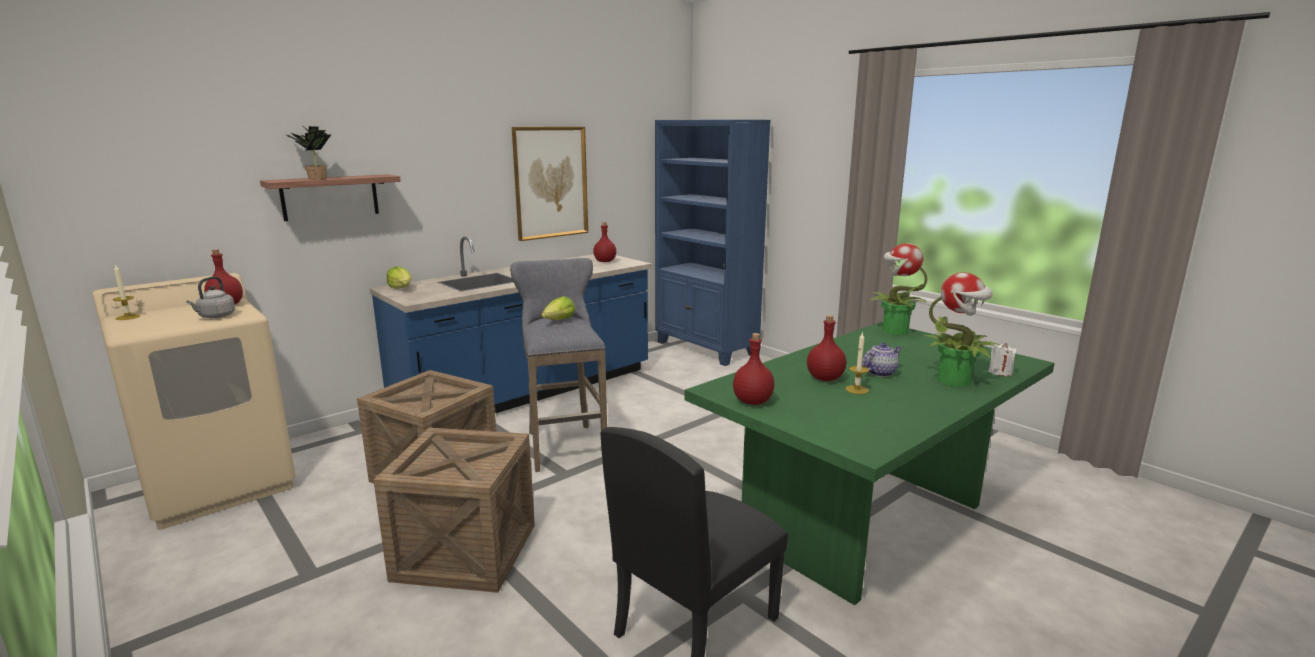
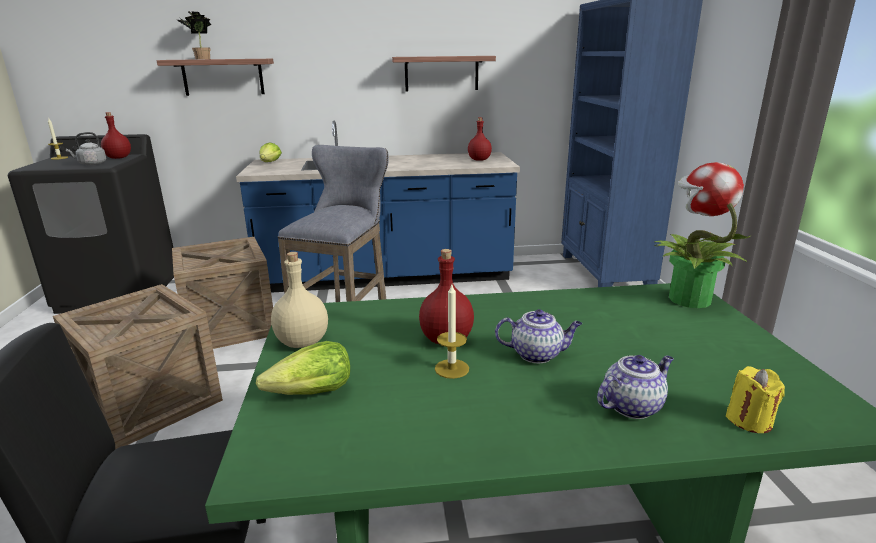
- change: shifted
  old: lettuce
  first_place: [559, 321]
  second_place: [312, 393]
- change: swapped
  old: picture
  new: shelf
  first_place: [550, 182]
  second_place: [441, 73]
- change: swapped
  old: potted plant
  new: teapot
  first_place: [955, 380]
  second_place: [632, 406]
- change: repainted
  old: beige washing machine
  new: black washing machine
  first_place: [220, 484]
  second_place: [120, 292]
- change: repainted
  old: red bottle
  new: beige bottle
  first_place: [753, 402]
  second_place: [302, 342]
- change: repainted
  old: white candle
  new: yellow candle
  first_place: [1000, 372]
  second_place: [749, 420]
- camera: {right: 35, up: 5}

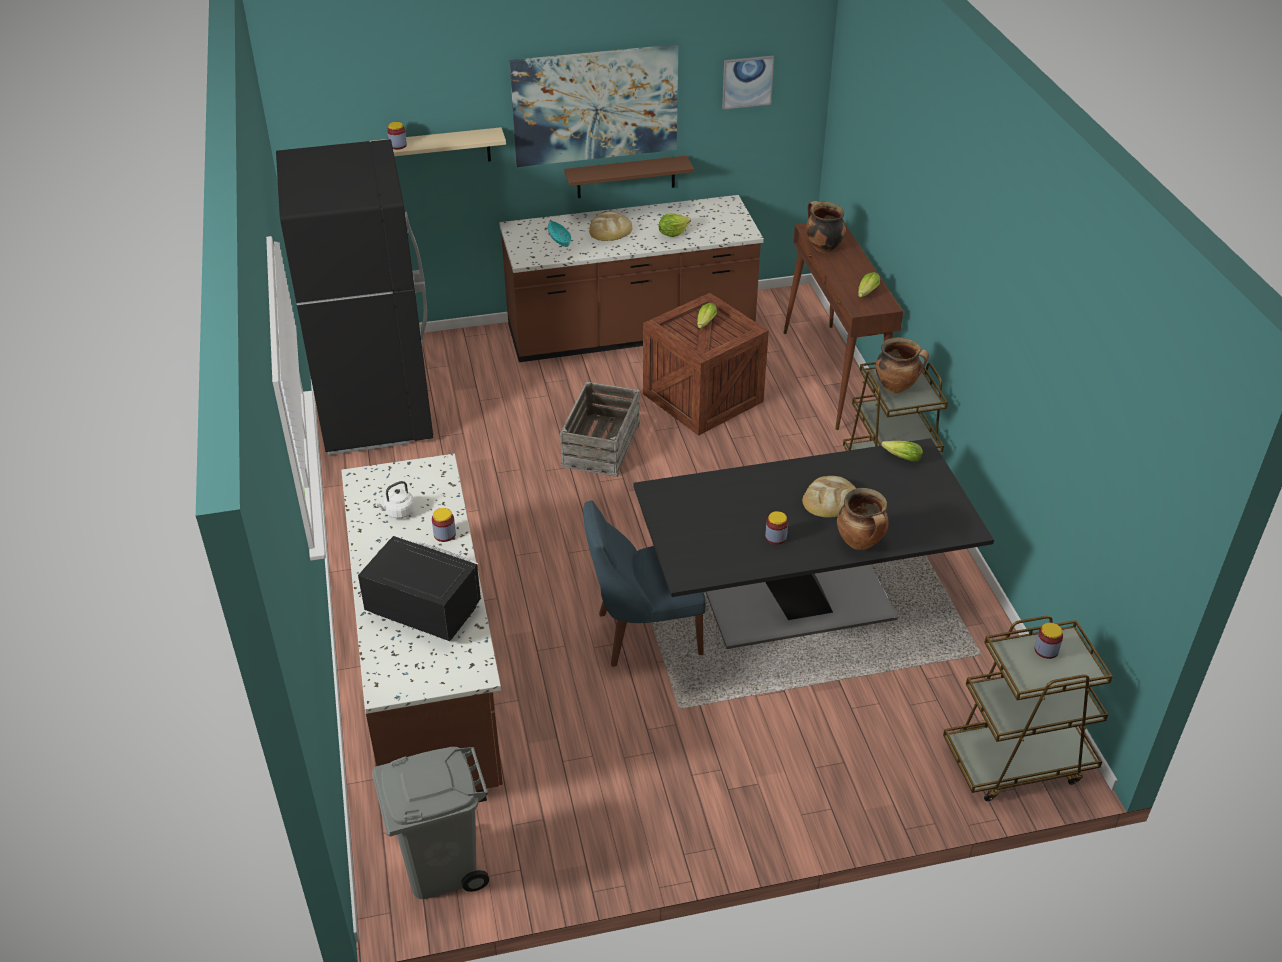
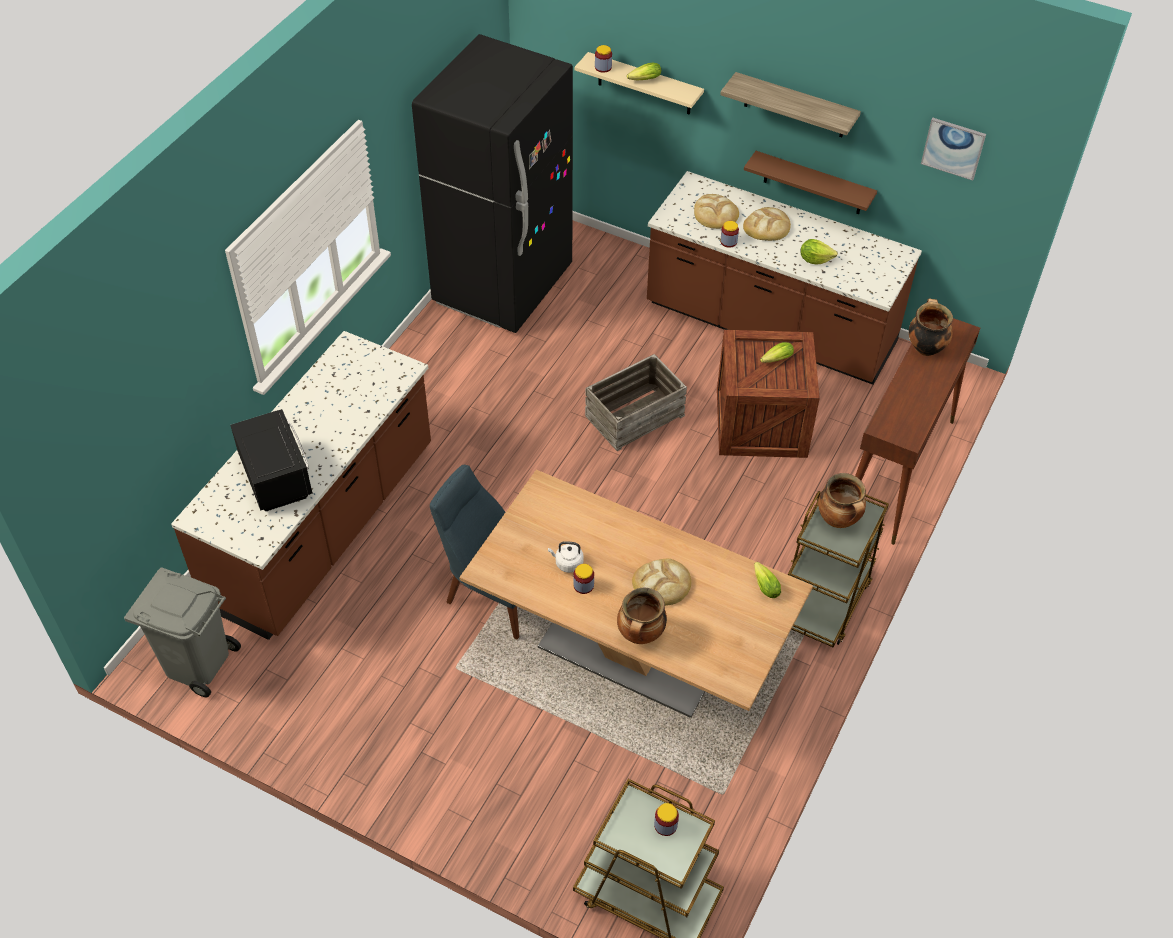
- change: shifted
  old: white kettle
  first_place: [398, 512]
  second_place: [567, 563]
- change: shifted
  old: jar
  first_place: [444, 534]
  second_place: [728, 242]
- change: shifted
  old: lettuce
  first_place: [866, 294]
  second_place: [643, 80]
- change: swapped
  old: picture
  new: shelf
  first_place: [595, 105]
  second_place: [795, 106]
- change: swapped
  old: turquoise bowl
  new: bread
  first_place: [559, 239]
  second_place: [715, 214]
- change: repainted
  old: black dining table
  new: beige dining table
  first_place: [799, 605]
  second_place: [631, 651]
- camera: {right: 40, up: 10}

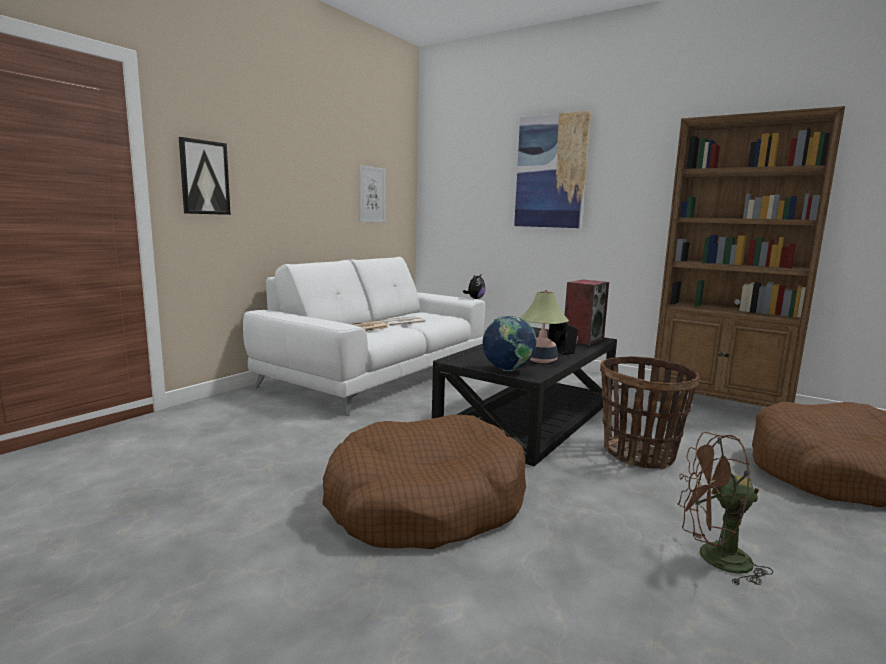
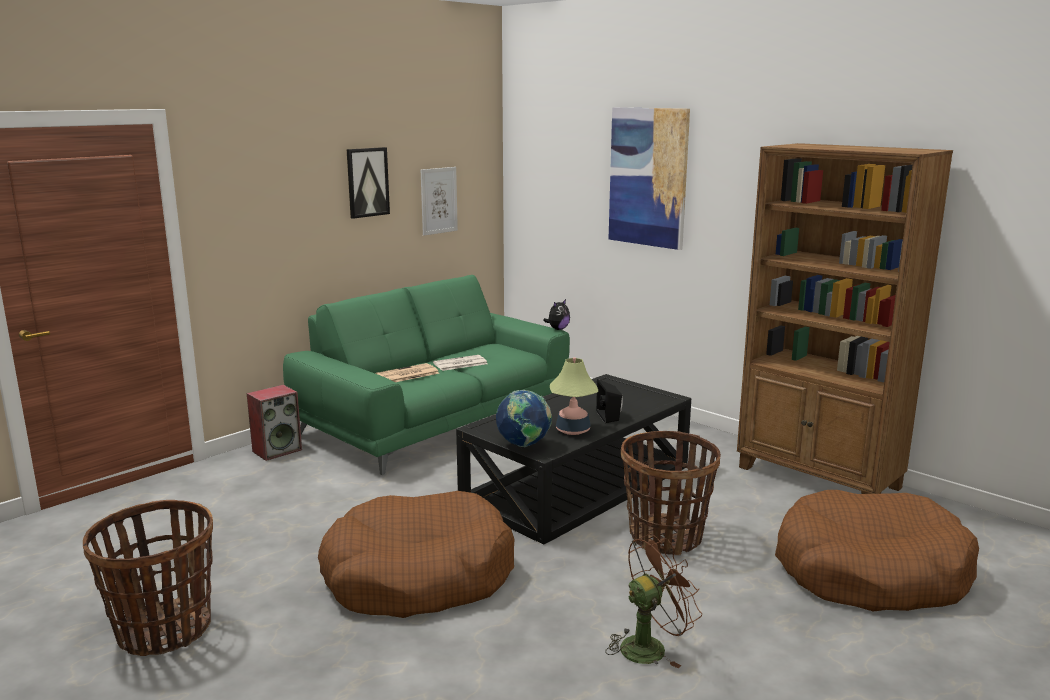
- change: new
  new: basket
  second_place: [163, 631]
- change: shifted
  old: picture
  first_place: [204, 177]
  second_place: [367, 182]
- change: shifted
  old: speaker
  first_place: [583, 339]
  second_place: [277, 450]
- change: repainted
  old: white sofa
  new: green sofa
  first_place: [377, 374]
  second_place: [436, 419]
- change: rotated
  old: brown fan
  first_place: [713, 559]
  second_place: [650, 646]
  degrees: 135
- camera: {right: 10, up: 5}

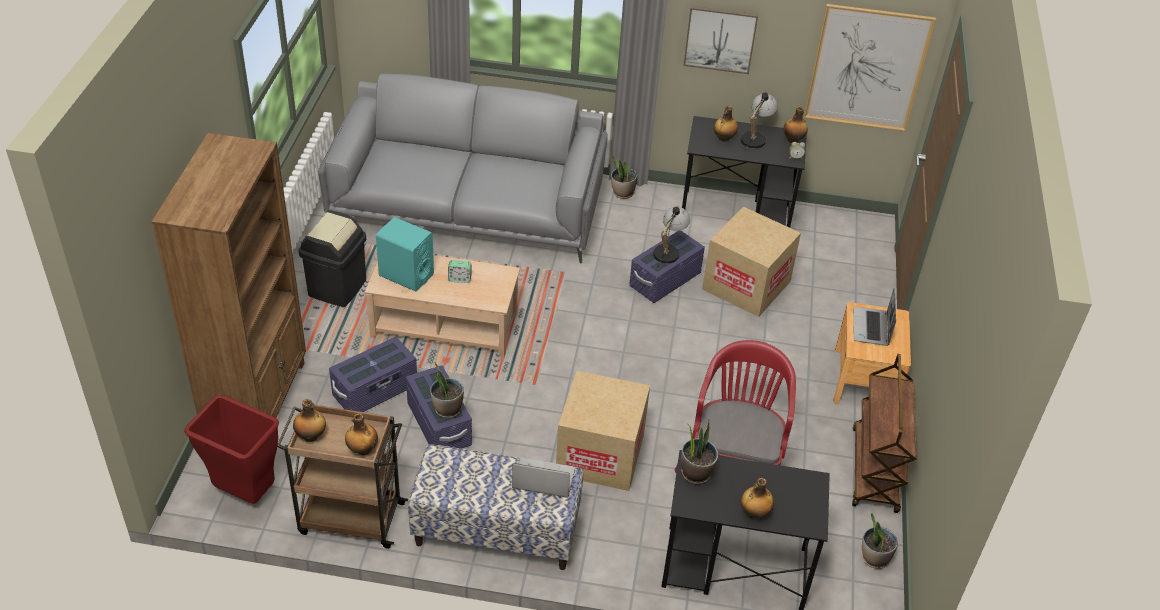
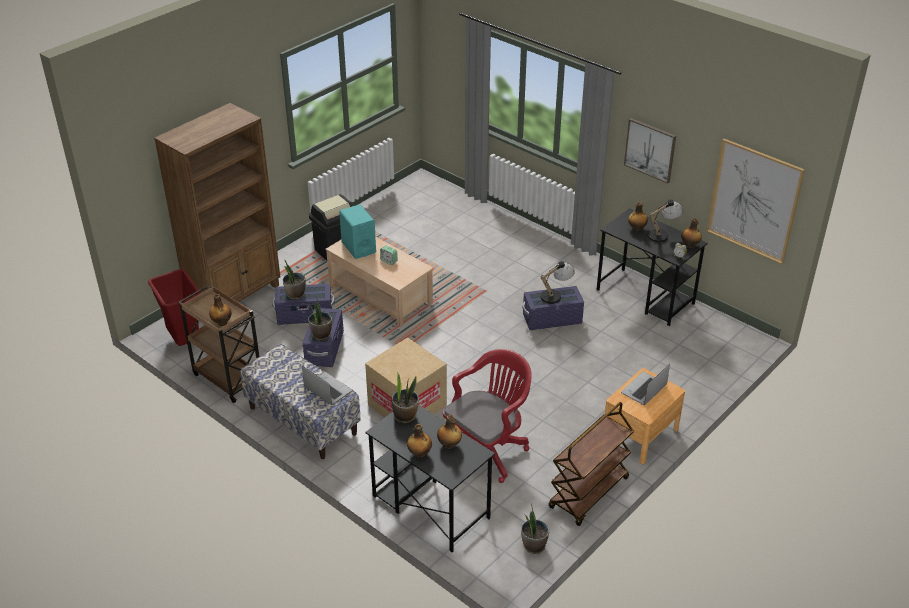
- change: gone
  old: grey sofa
  first_place: [468, 207]
- change: gone
  old: cardboard box
  first_place: [746, 285]
- change: shifted
  old: bottle
  first_place: [311, 436]
  second_place: [449, 445]
- change: shifted
  old: potted plant
  first_place: [622, 193]
  second_place: [295, 294]
- camera: {right: 35, up: -5}

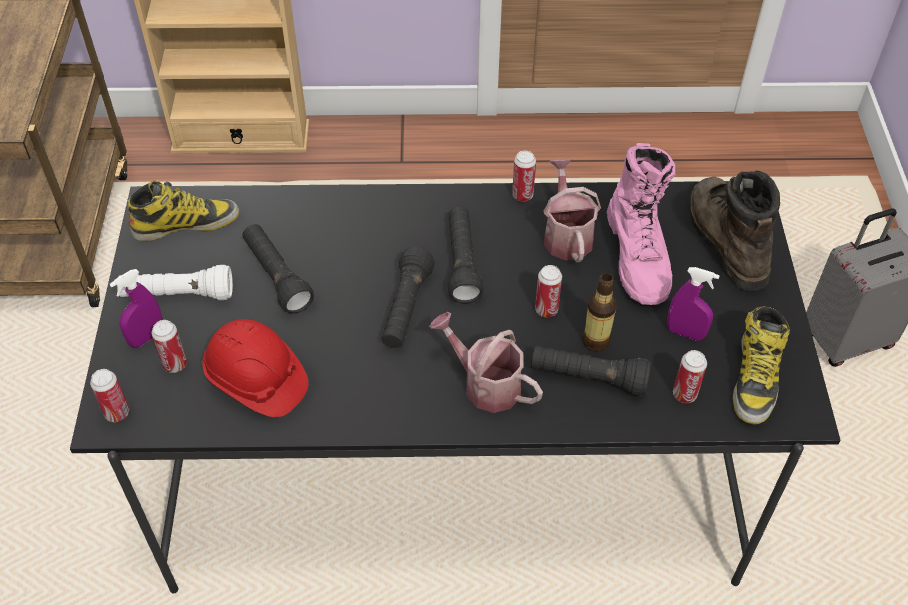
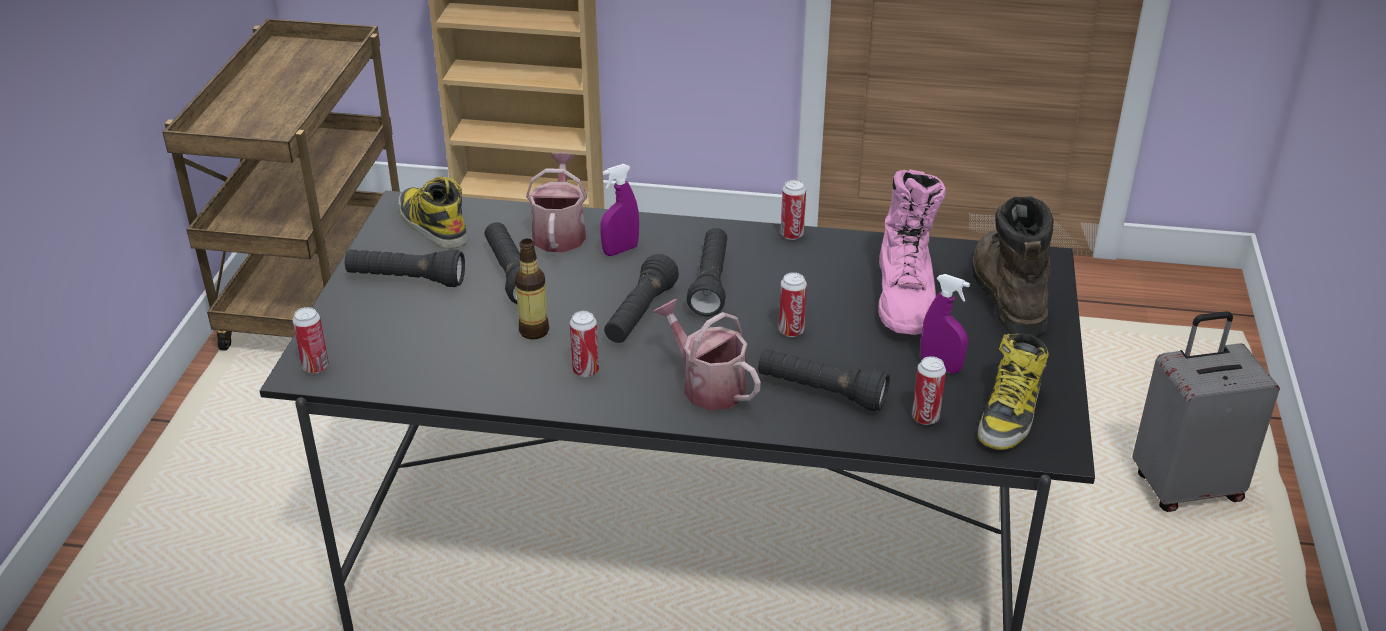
- change: gone
  old: red hard hat
  first_place: [256, 380]
- change: shifted
  old: purple spray bottle
  first_place: [147, 337]
  second_place: [620, 250]
- change: shifted
  old: can
  first_place: [175, 364]
  second_place: [585, 371]
- change: shifted
  old: watering can
  first_place: [566, 234]
  second_place: [560, 232]
- change: shifted
  old: bottle
  first_place: [595, 341]
  second_place: [534, 331]
- change: repainted
  old: white flashlight
  new: black flashlight
  first_place: [178, 295]
  second_place: [406, 280]
- change: rotated
  old: boot
  first_place: [186, 223]
  second_place: [432, 224]
  degrees: -120
- camera: {right: 10, up: -15}

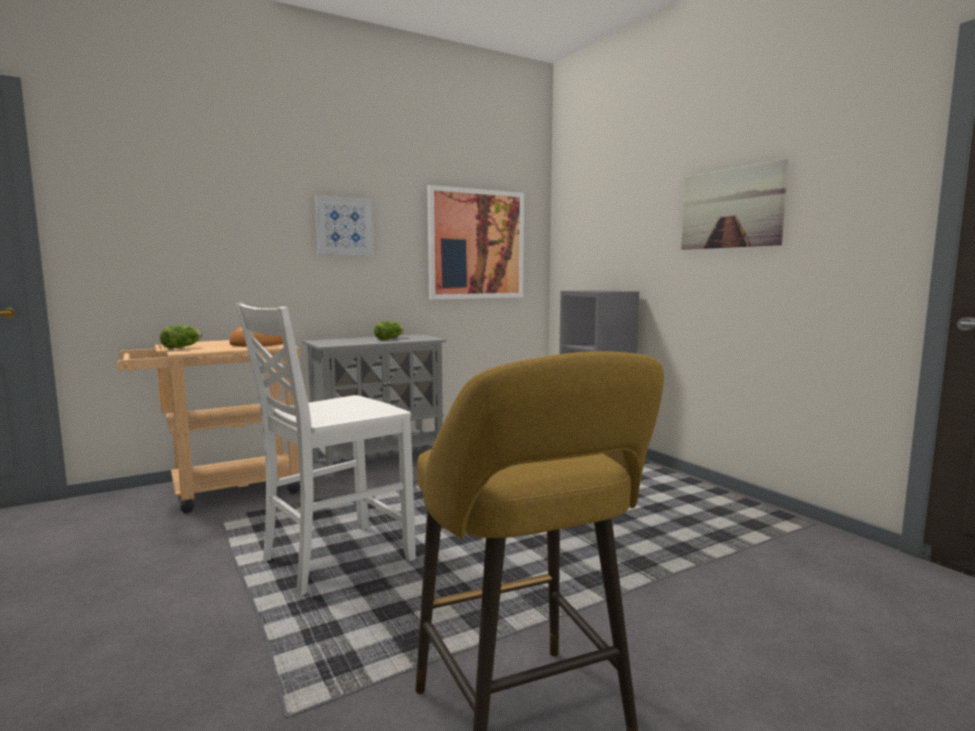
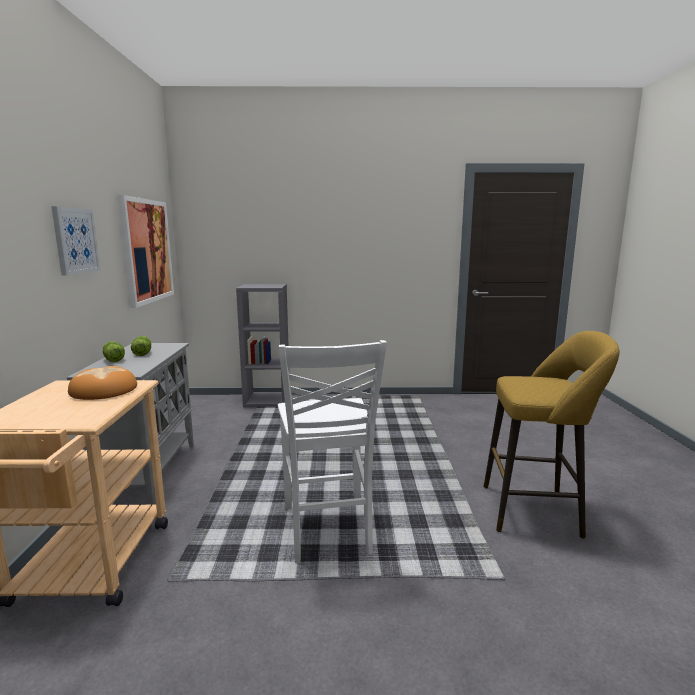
- change: gone
  old: picture
  first_place: [731, 208]
- change: shifted
  old: lettuce
  first_place: [183, 347]
  second_place: [113, 359]
- camera: {right: -60, up: 5}

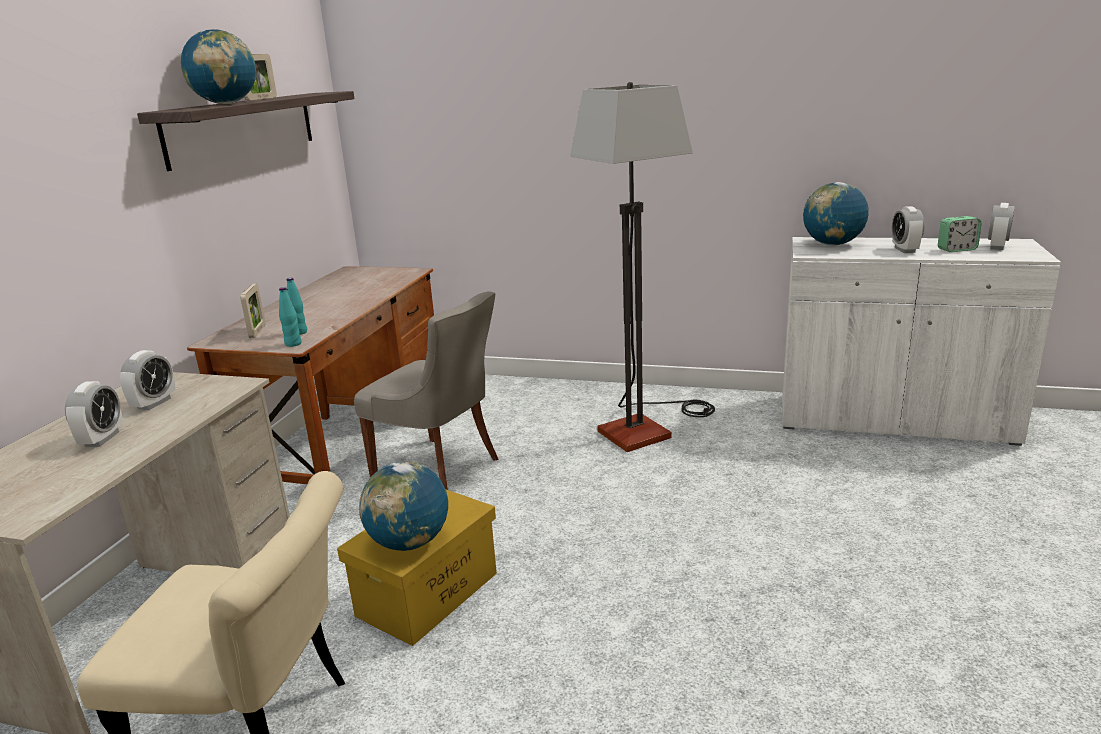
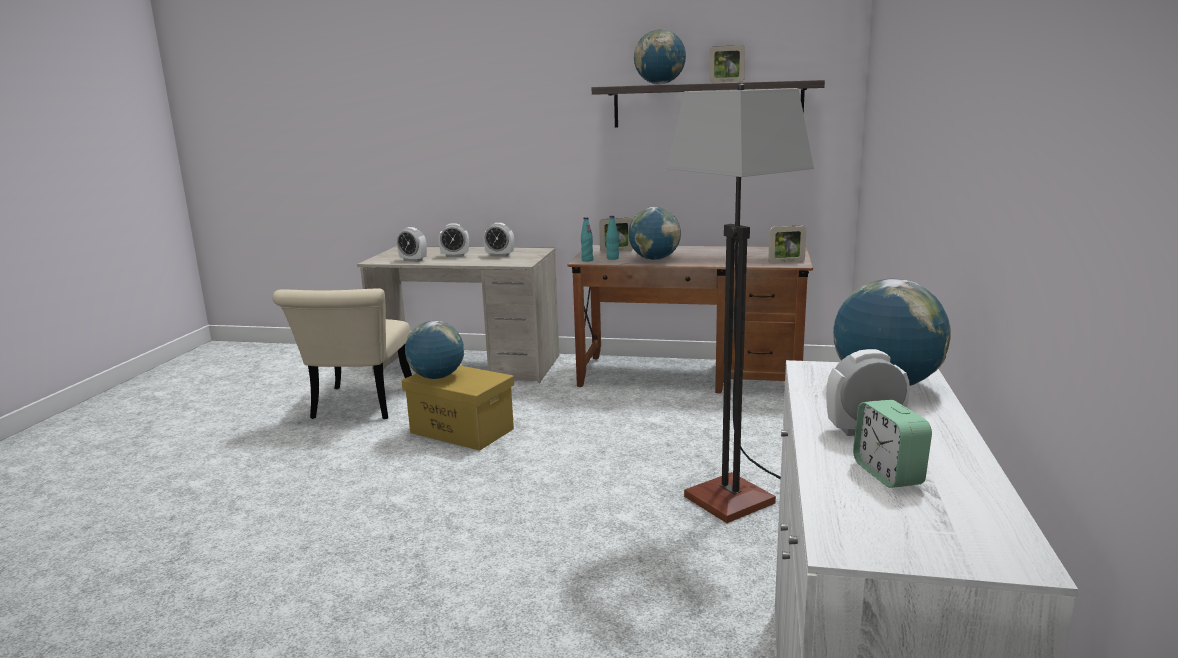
- change: gone
  old: grey chair
  first_place: [440, 469]
- change: new
  new: globe
  second_place: [654, 259]
- change: new
  new: picture frame
  second_place: [786, 262]
- change: shifted
  old: alarm clock
  first_place: [997, 247]
  second_place: [413, 260]
- camera: {right: 85, up: -5}

